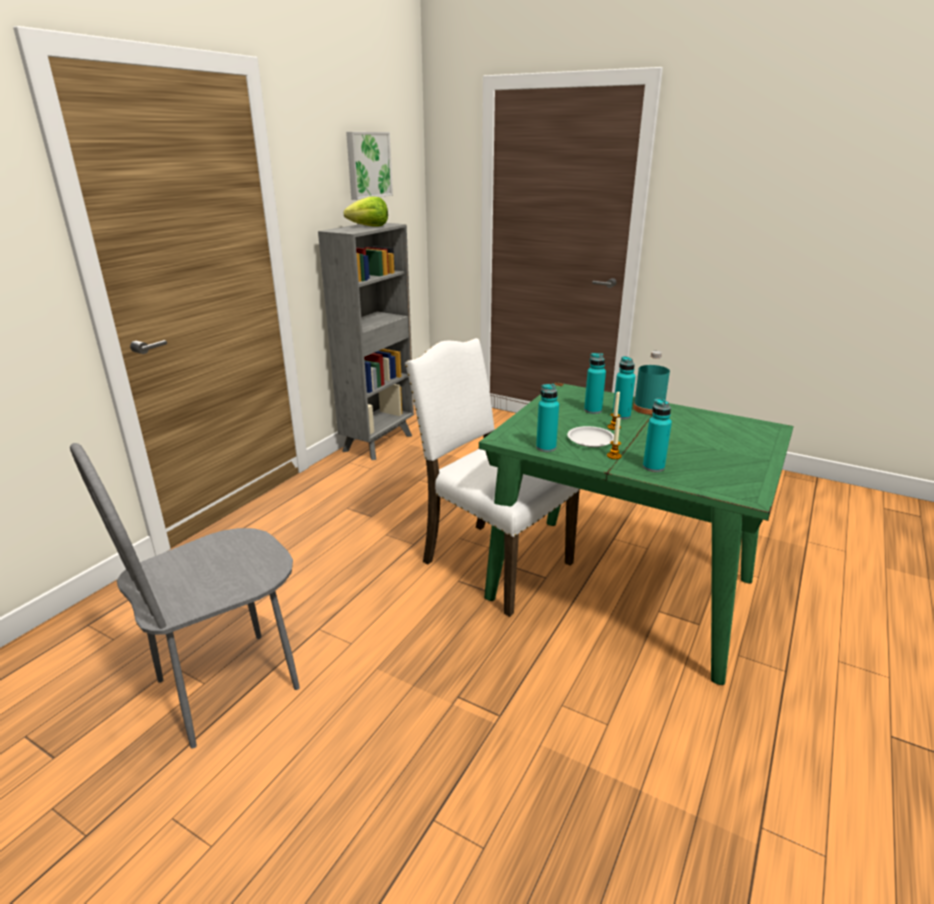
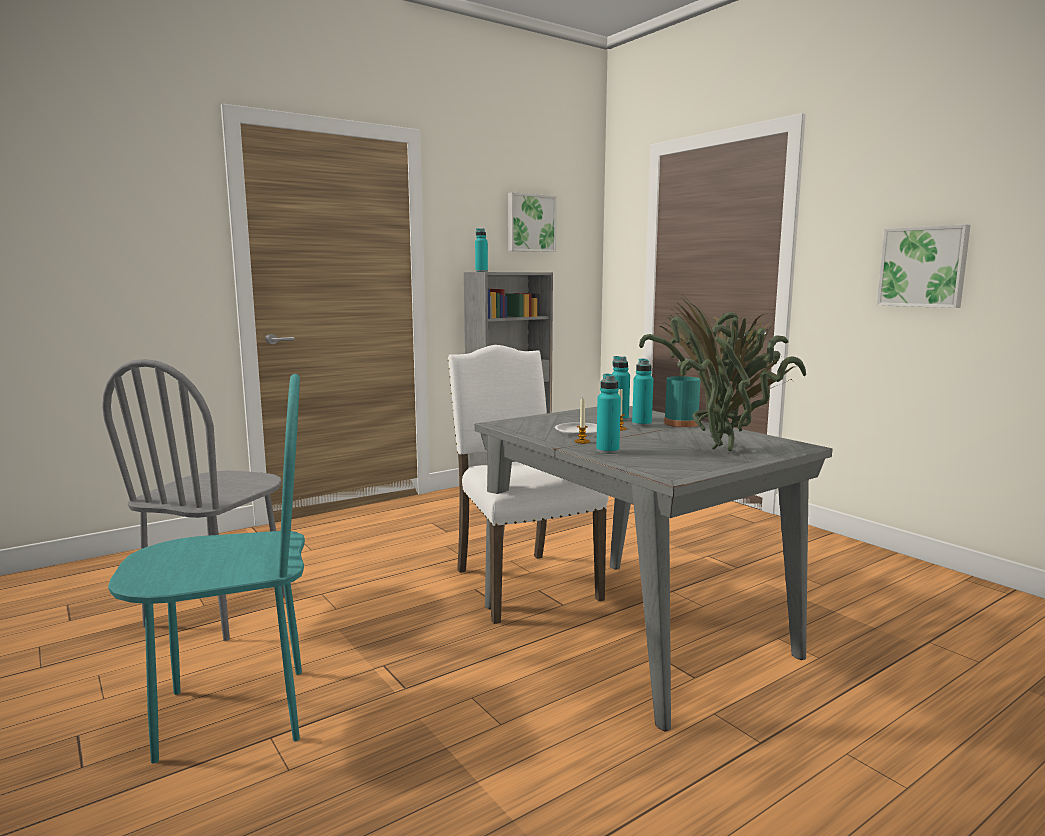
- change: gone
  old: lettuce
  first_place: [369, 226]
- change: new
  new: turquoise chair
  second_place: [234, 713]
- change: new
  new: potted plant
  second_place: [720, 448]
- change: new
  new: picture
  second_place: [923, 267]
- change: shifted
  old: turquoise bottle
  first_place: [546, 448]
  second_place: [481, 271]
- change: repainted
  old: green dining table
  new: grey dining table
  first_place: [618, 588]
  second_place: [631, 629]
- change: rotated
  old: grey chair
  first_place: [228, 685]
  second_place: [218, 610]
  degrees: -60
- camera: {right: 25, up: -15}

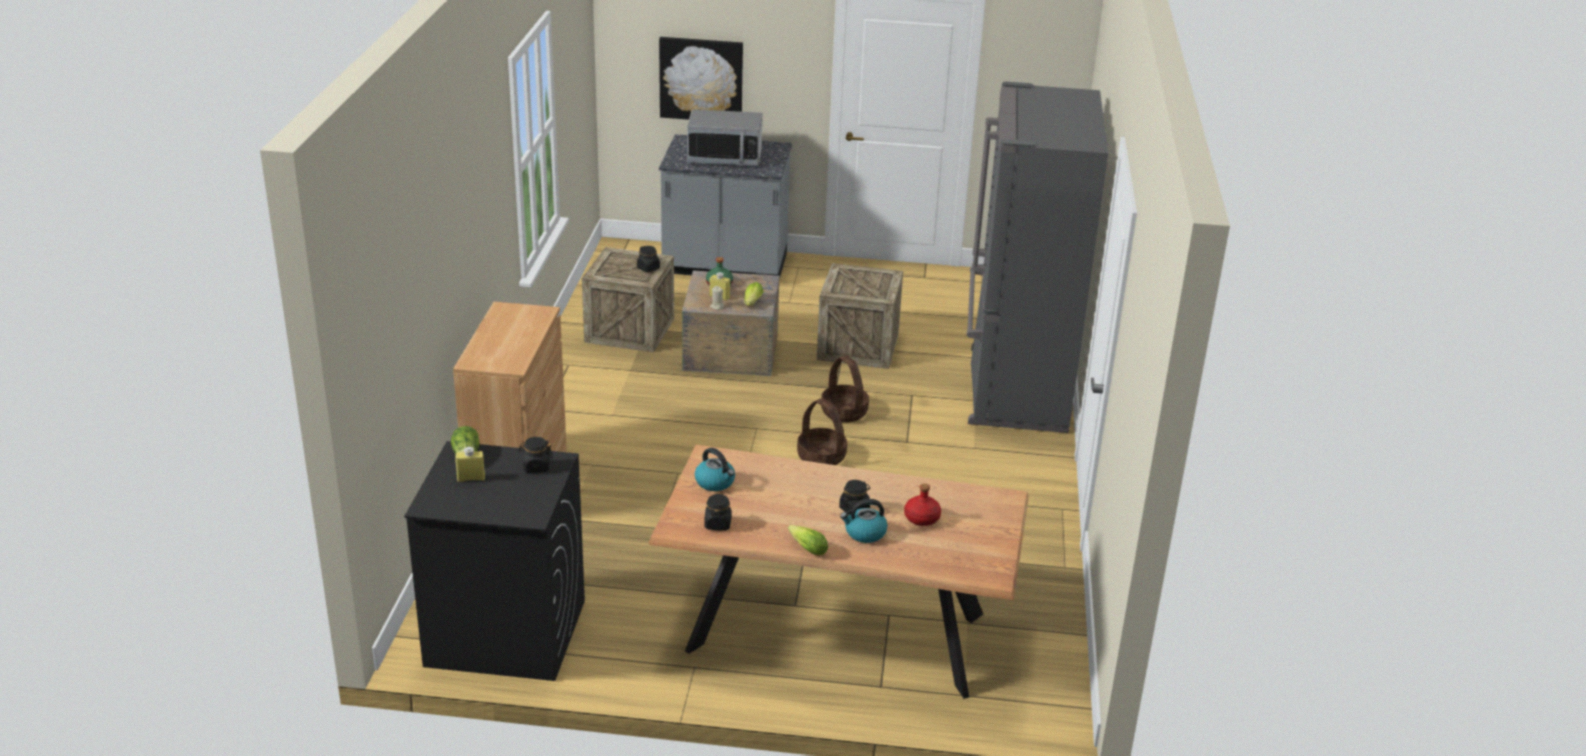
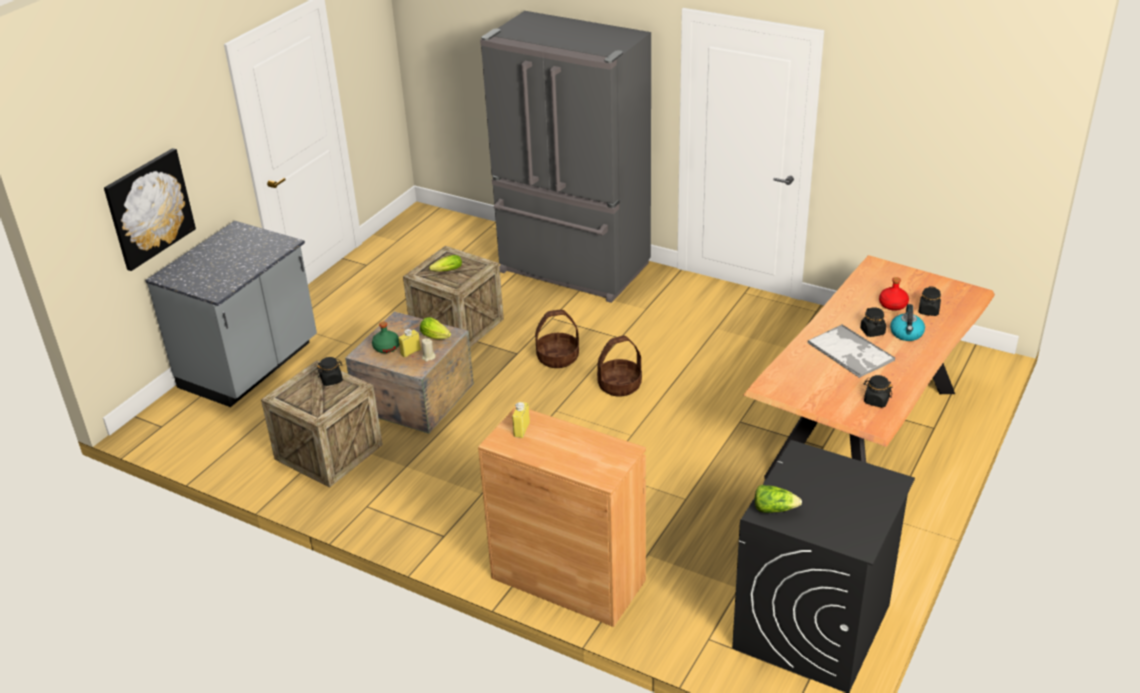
- change: gone
  old: microwave
  first_place: [725, 157]
- change: gone
  old: kettle
  first_place: [715, 482]
- change: new
  new: tray
  second_place: [851, 352]
- change: shifted
  old: yellow bottle
  first_place: [471, 478]
  second_place: [521, 430]
- change: shifted
  old: black jar
  first_place: [536, 467]
  second_place: [928, 311]
- change: shifted
  old: lettuce
  first_place: [806, 548]
  second_place: [445, 271]
- camera: {right: -65, up: 5}

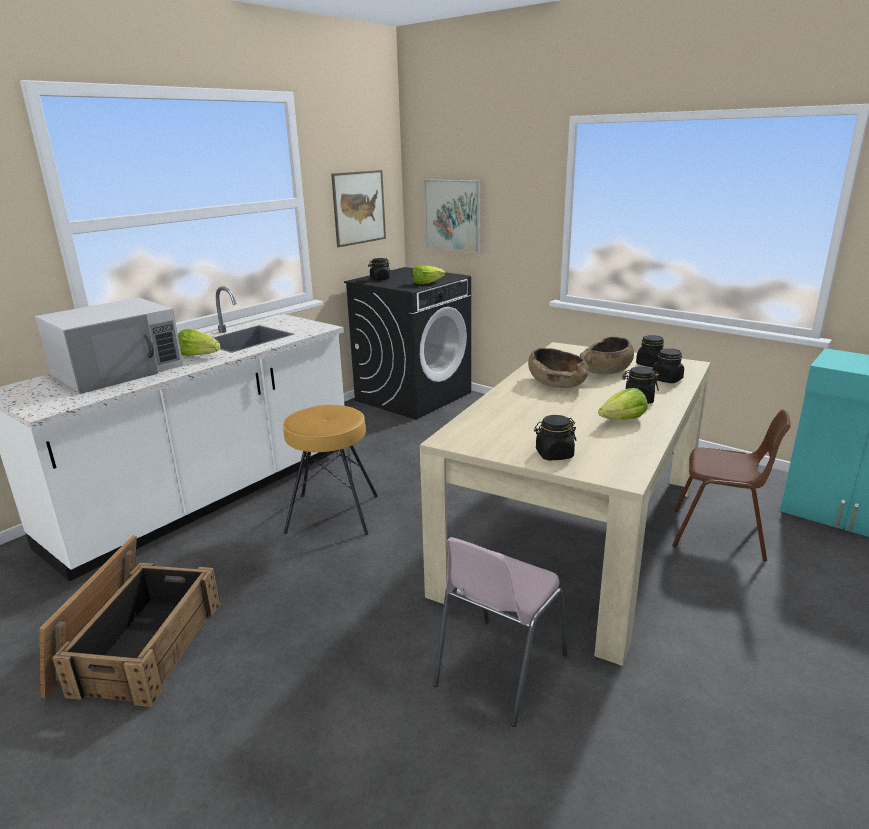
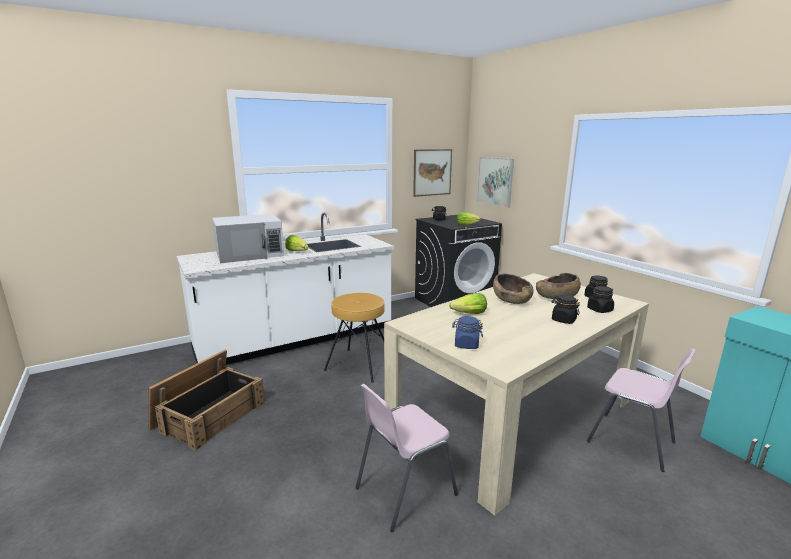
- change: shifted
  old: lettuce
  first_place: [623, 420]
  second_place: [469, 314]
- change: repainted
  old: black jar
  new: blue jar
  first_place: [554, 454]
  second_place: [466, 345]
- change: repainted
  old: brown chair
  new: pink chair
  first_place: [719, 535]
  second_place: [632, 442]
- camera: {right: 20, up: -5}

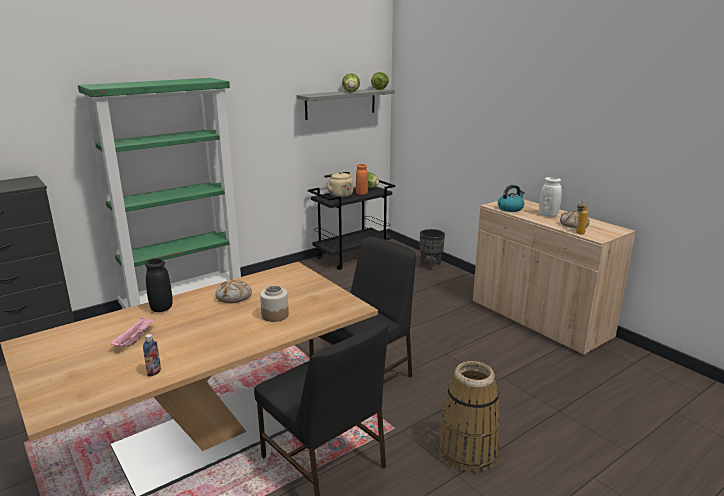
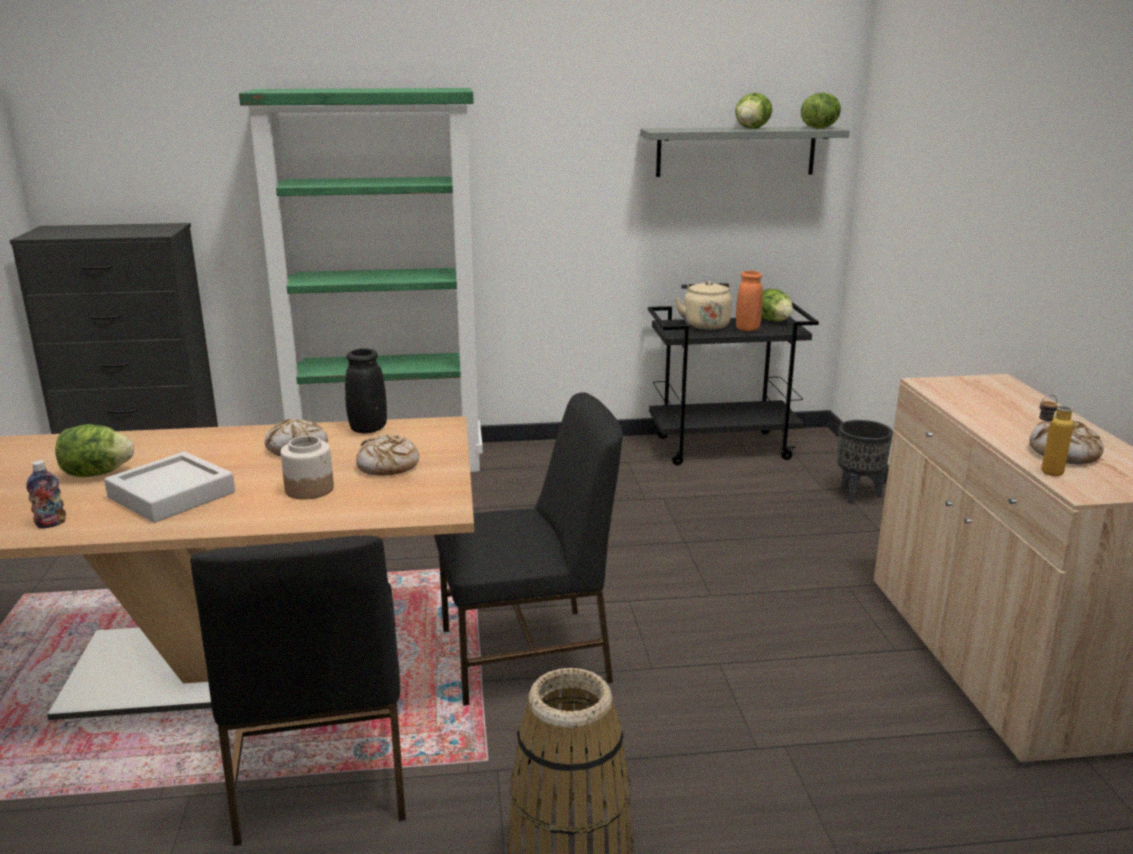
- change: gone
  old: kettle
  first_place: [510, 208]
- change: gone
  old: white vase
  first_place: [548, 215]
- change: new
  new: grey tray
  second_place: [172, 495]
- change: new
  new: bread
  second_place: [388, 465]
- change: shifted
  old: black vase
  first_place: [162, 308]
  second_place: [368, 429]
- change: swapped
  old: pink tray
  new: lettuce
  first_place: [135, 339]
  second_place: [96, 474]
- camera: {right: 30, up: 0}

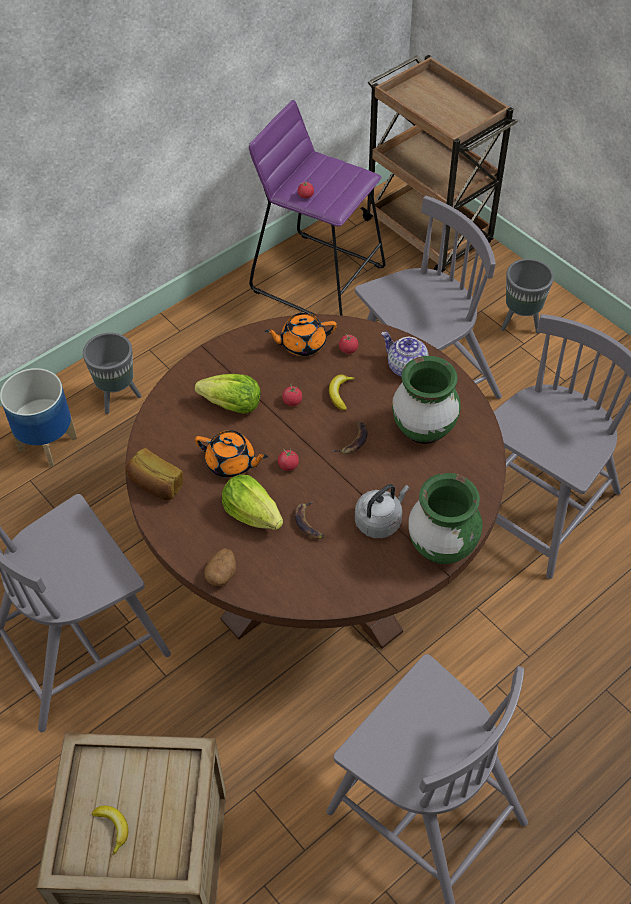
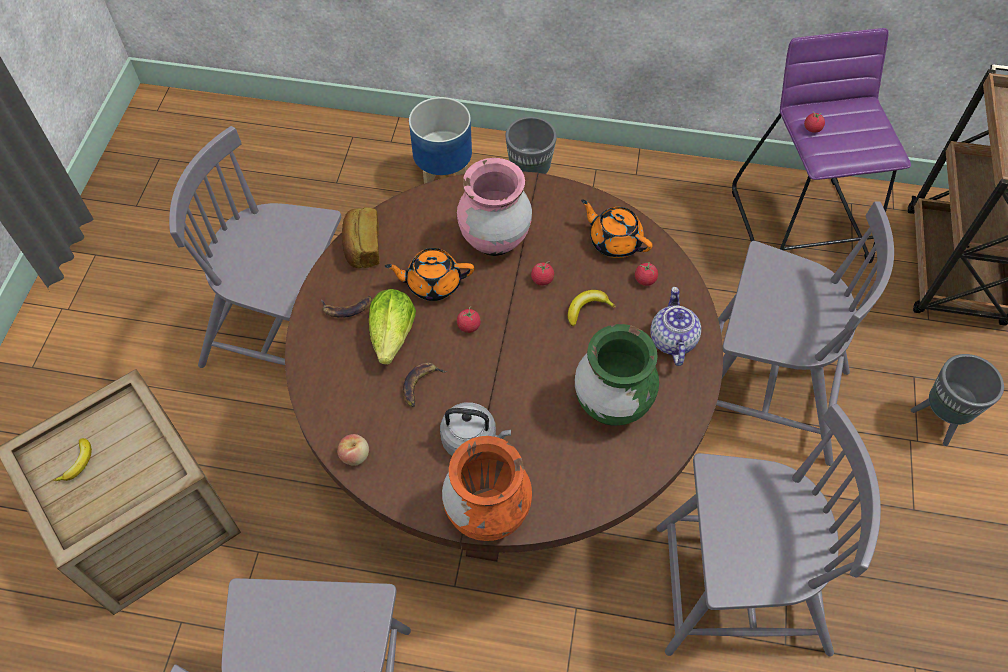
- change: gone
  old: potato
  first_place: [222, 574]
- change: new
  new: apple
  second_place: [355, 455]
- change: shifted
  old: banana
  first_place: [353, 440]
  second_place: [347, 308]
- change: swapped
  old: lettuce
  new: pink vase
  first_place: [232, 406]
  second_place: [494, 240]
- change: repainted
  old: green vase
  new: orange vase
  first_place: [441, 547]
  second_place: [487, 512]
- change: rotated
  old: orange teapot
  first_place: [231, 463]
  second_place: [432, 283]
  degrees: 105
- camera: {right: 50, up: 5}

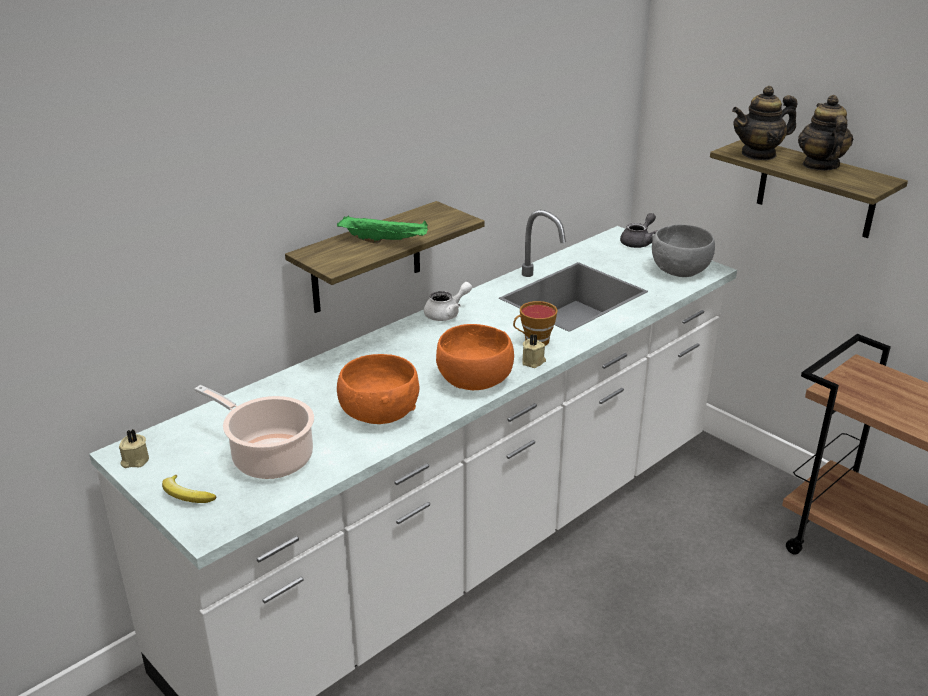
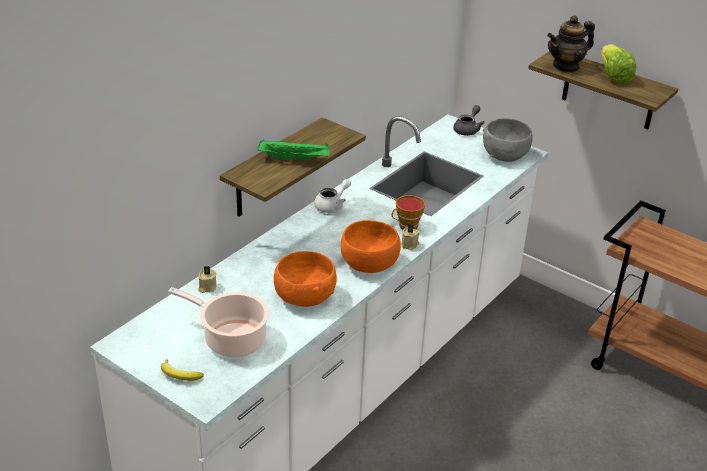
- change: shifted
  old: beige candle
  first_place: [135, 461]
  second_place: [207, 287]
- change: swapped
  old: teapot
  new: lettuce
  first_place: [820, 165]
  second_place: [613, 76]
- camera: {right: -10, up: 5}

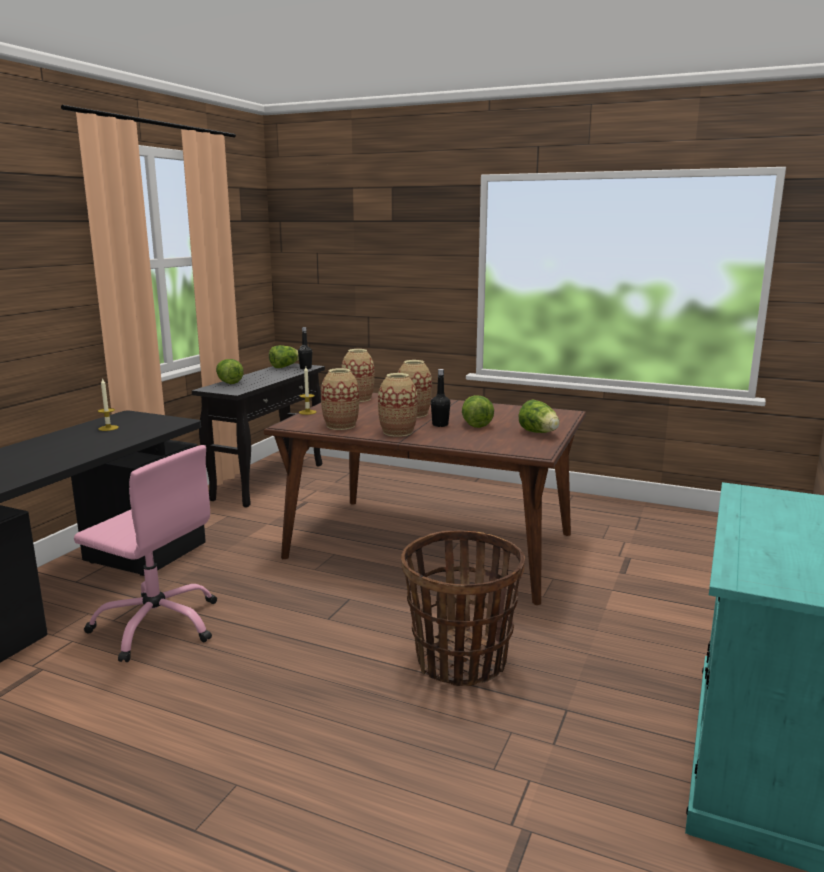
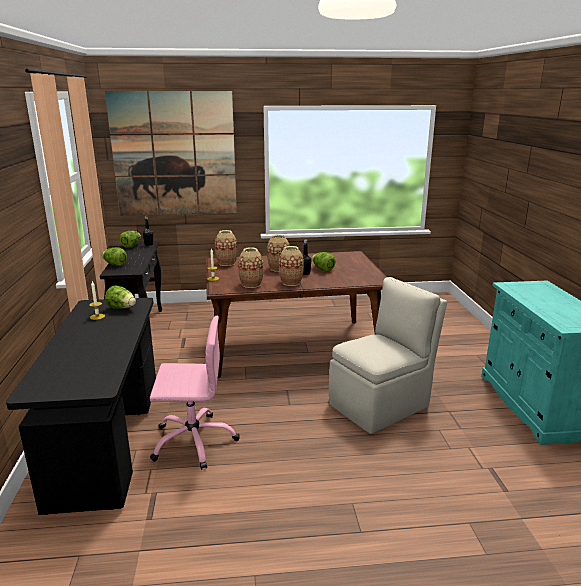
- change: new
  new: picture
  second_place: [174, 155]
- change: shifted
  old: lettuce
  first_place: [539, 433]
  second_place: [122, 308]
- change: swapped
  old: basket
  new: beige chair
  first_place: [461, 661]
  second_place: [381, 405]
- camera: {right: -30, up: 5}

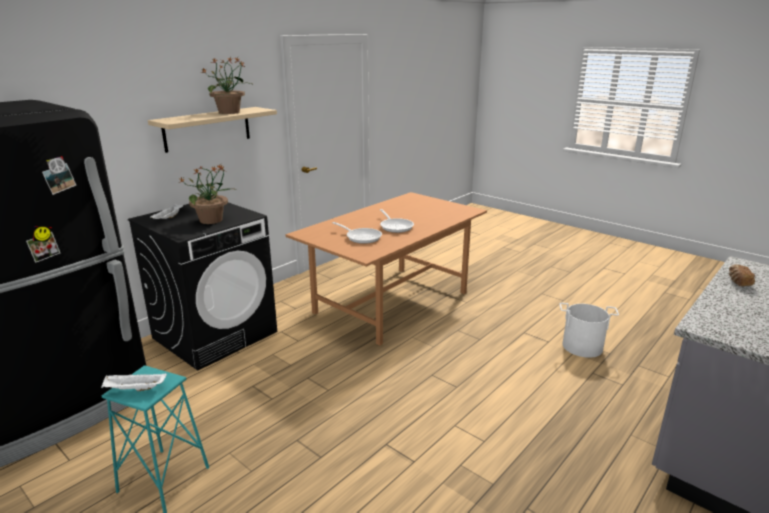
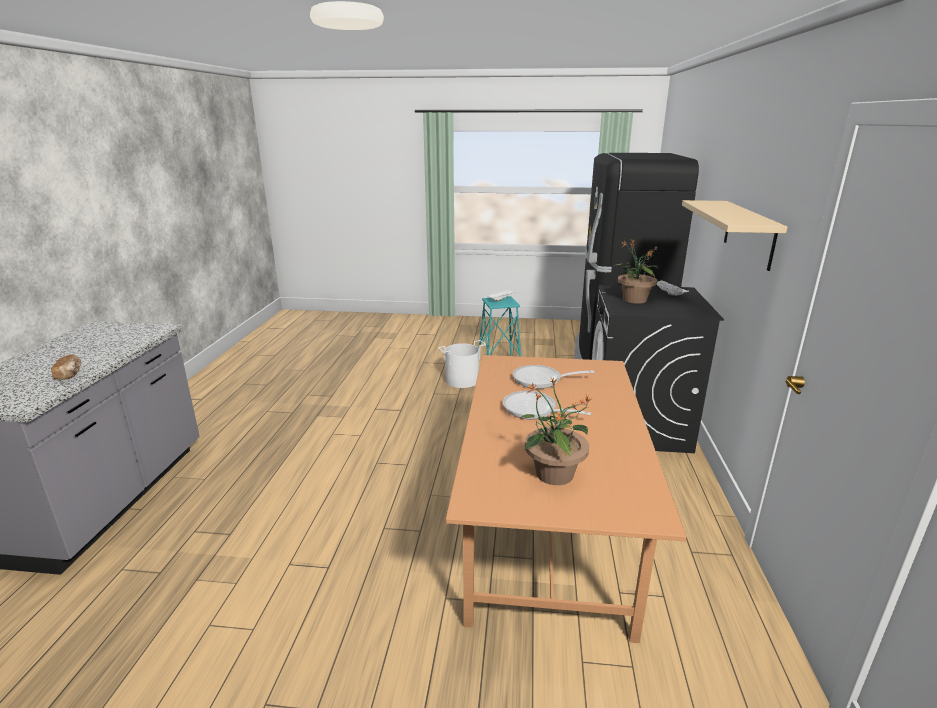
- change: shifted
  old: potted plant
  first_place: [230, 112]
  second_place: [553, 474]
- change: shifted
  old: white bucket
  first_place: [582, 346]
  second_place: [462, 380]
- camera: {right: 145, up: 0}

